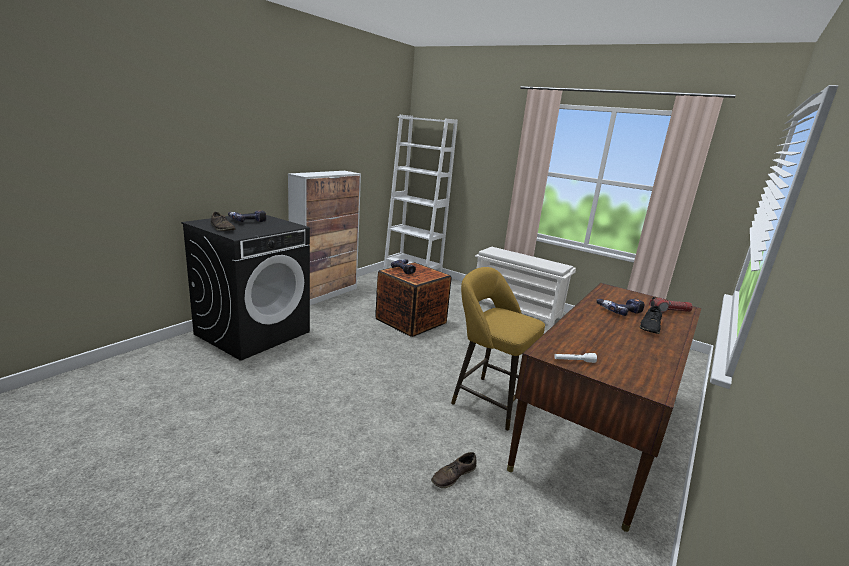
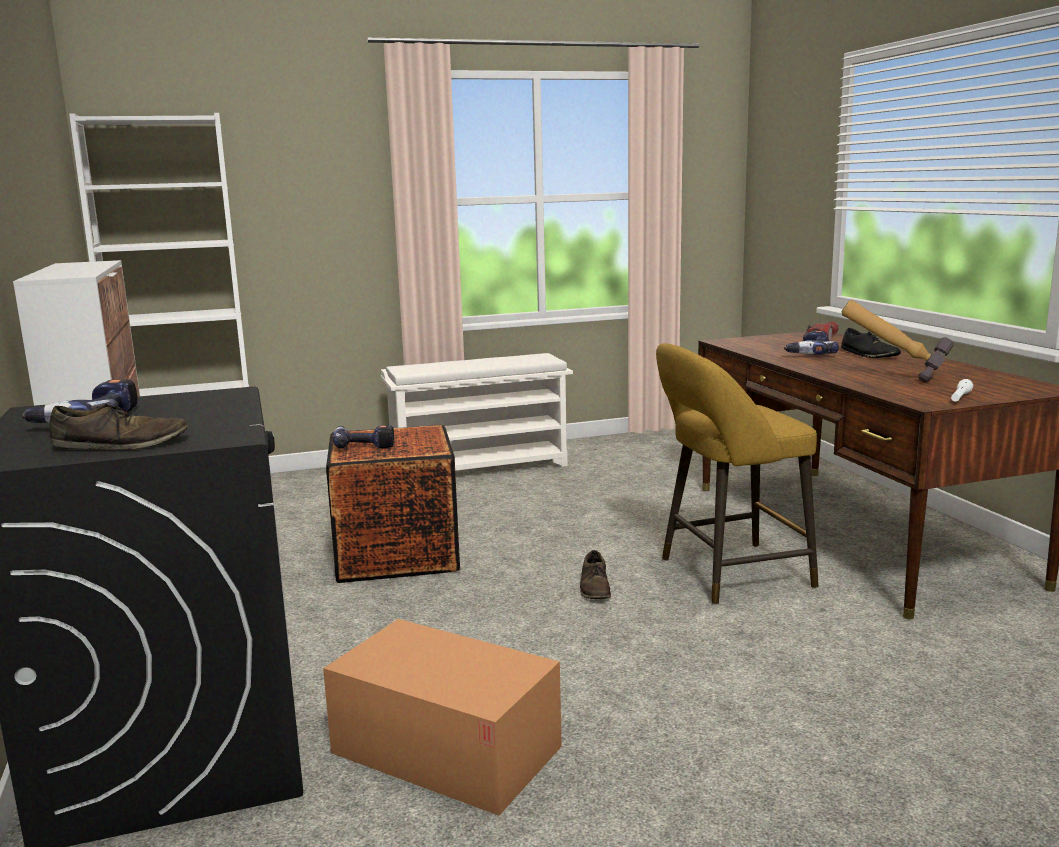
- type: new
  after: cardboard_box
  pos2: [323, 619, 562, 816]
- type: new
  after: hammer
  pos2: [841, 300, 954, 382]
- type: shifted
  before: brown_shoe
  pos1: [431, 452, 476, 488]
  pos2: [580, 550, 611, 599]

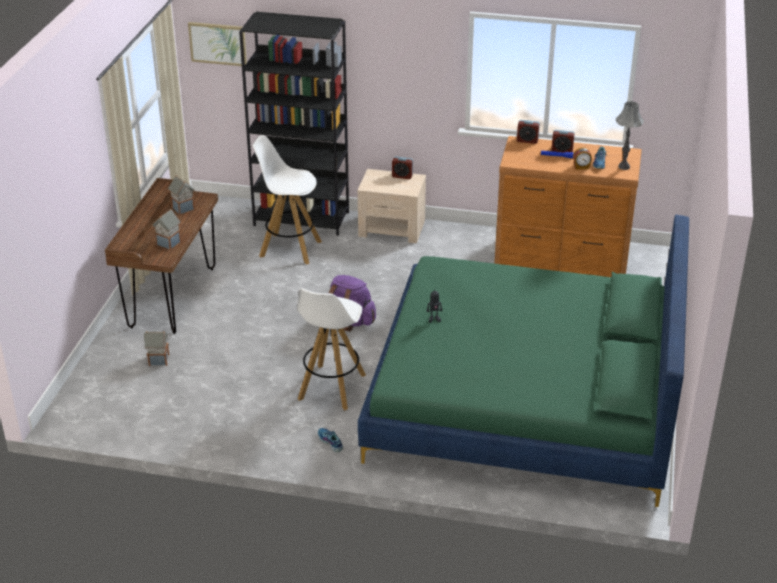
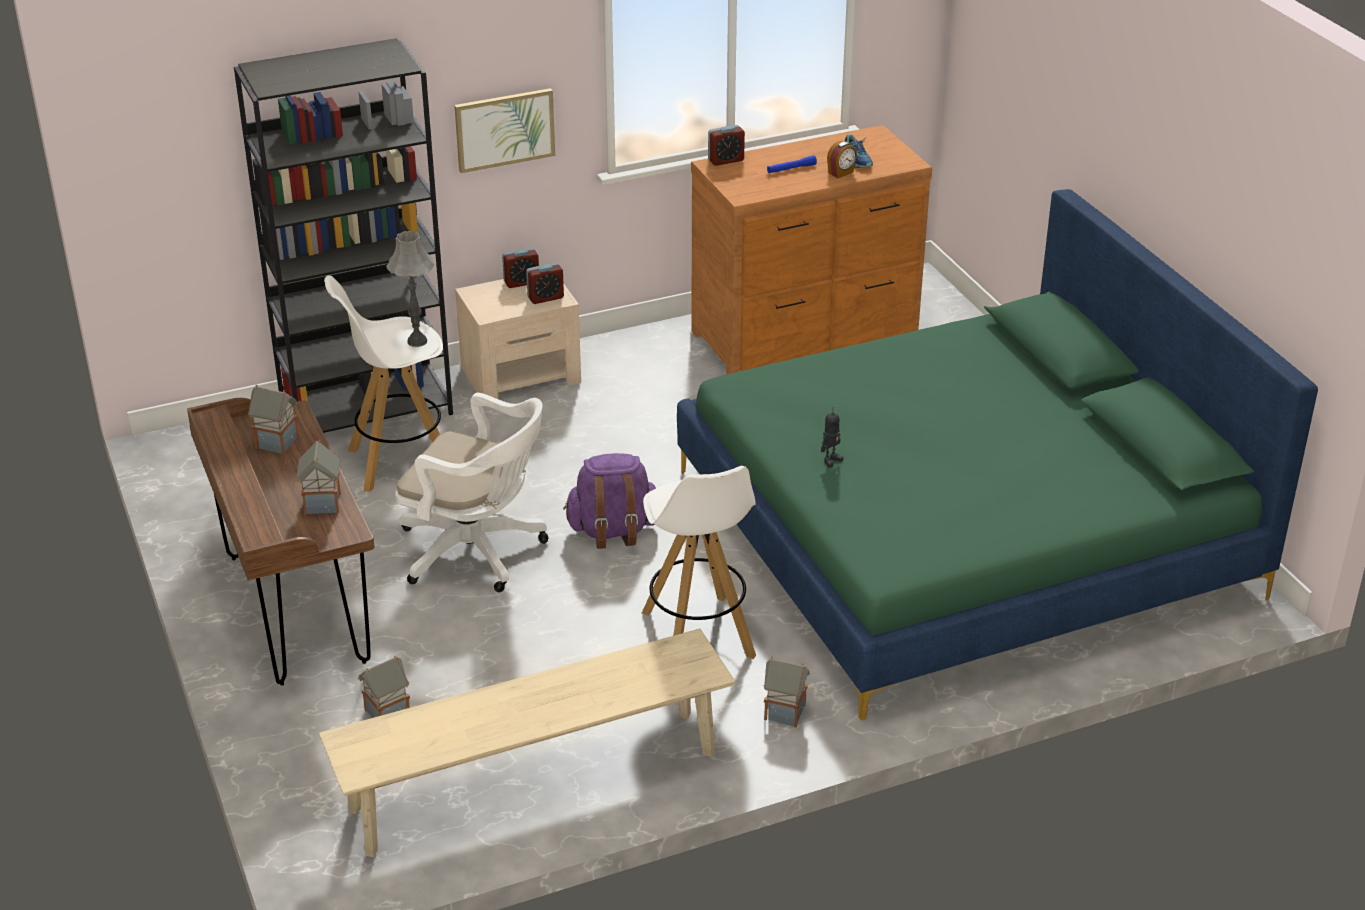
- type: new
  after: beige_bench
  pos2: [319, 629, 735, 857]
- type: new
  after: white_office_chair
  pos2: [395, 393, 549, 592]
- type: shifted
  before: picture
  pos1: [188, 22, 247, 66]
  pos2: [454, 88, 555, 173]
- type: shifted
  before: alarm_clock
  pos1: [551, 130, 575, 152]
  pos2: [526, 263, 564, 304]
- type: shifted
  before: grey_table_lamp
  pos1: [616, 101, 644, 170]
  pos2: [386, 231, 434, 347]
- type: swapped
  before: shoe
  after: toy_house
  pos1: [318, 428, 343, 452]
  pos2: [764, 657, 810, 727]

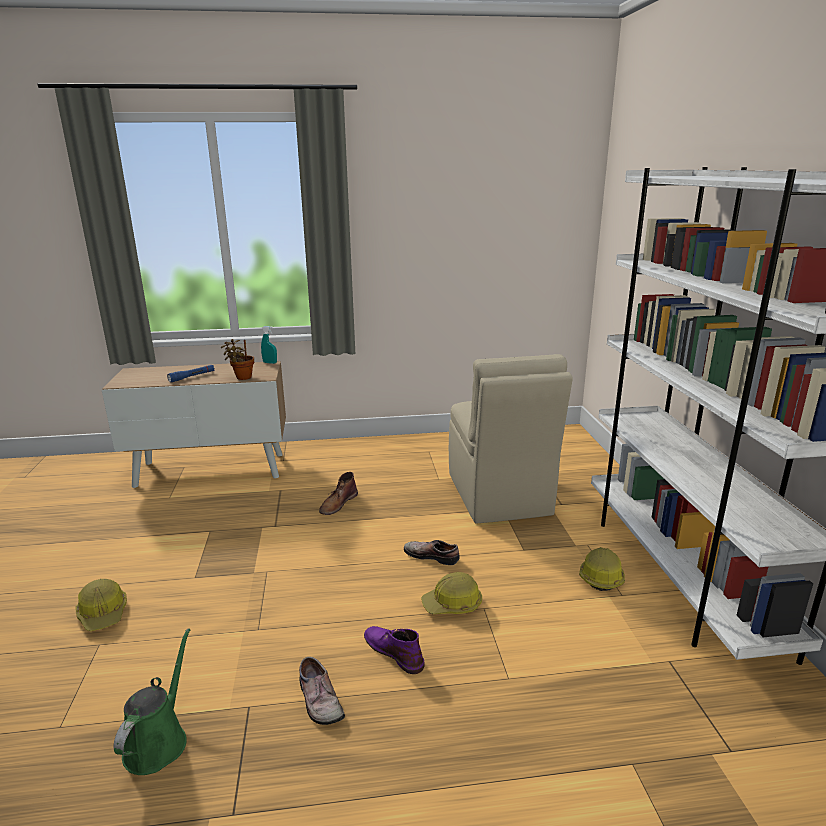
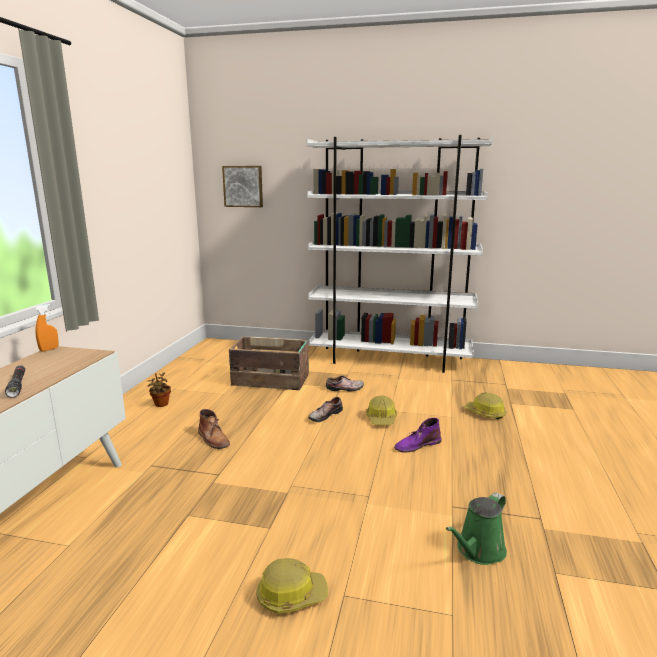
- type: new
  after: picture
  pos2: [222, 166, 263, 207]
- type: shifted
  before: potted_plant
  pos1: [221, 339, 254, 380]
  pos2: [148, 372, 171, 407]
- type: shifted
  before: shoe
  pos1: [299, 657, 345, 725]
  pos2: [326, 375, 364, 391]
- type: shifted
  before: hard_hat
  pos1: [579, 547, 625, 591]
  pos2: [464, 392, 506, 419]
- type: swapped
  before: beige_chair
  after: crate
  pos1: [449, 354, 573, 524]
  pos2: [229, 336, 309, 390]
- type: repainted
  before: blue_flashlight
  after: black_flashlight
  pos1: [167, 365, 215, 382]
  pos2: [5, 366, 25, 398]
- type: repainted
  before: turquoise_spray_bottle
  after: orange_spray_bottle
  pos1: [261, 326, 277, 364]
  pos2: [35, 304, 59, 352]
- type: rotated
  before: green_watering_can
  pos1: [114, 628, 191, 775]
  pos2: [446, 493, 507, 565]
  turn: -75

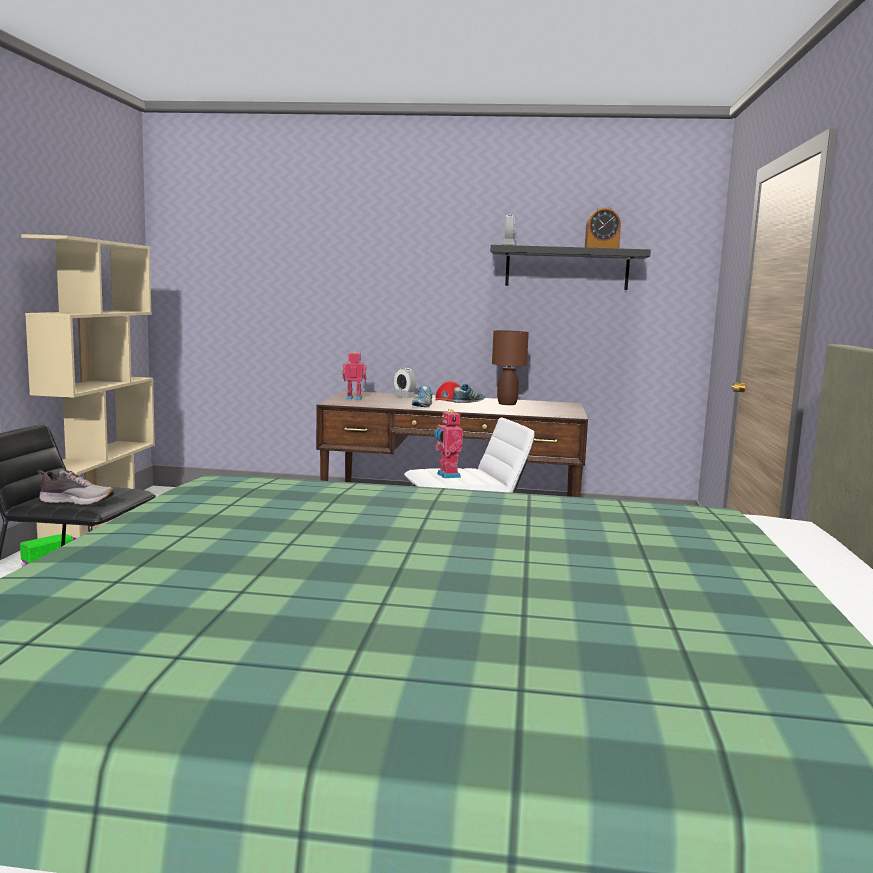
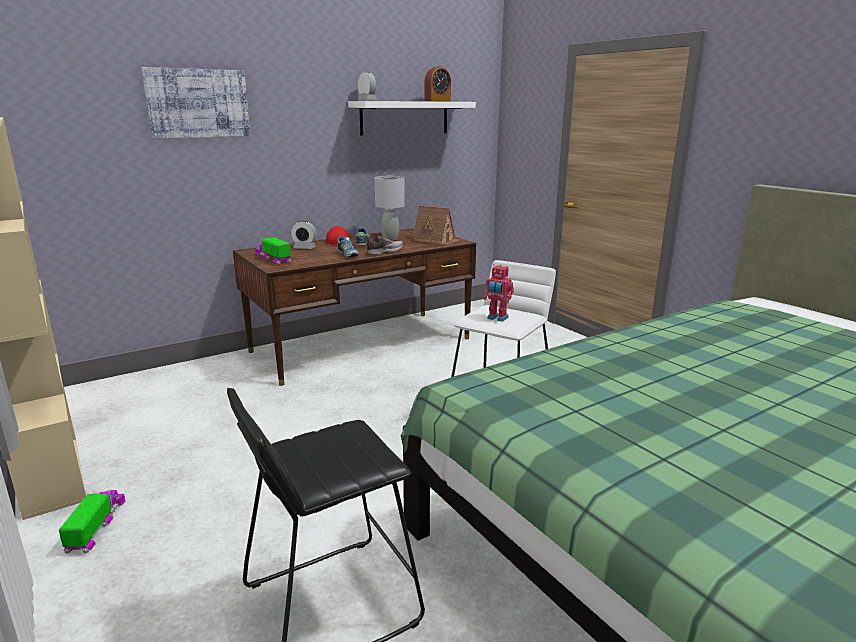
- type: new
  after: picture
  pos2: [141, 67, 250, 138]
- type: new
  after: toy_house
  pos2: [412, 205, 459, 245]
- type: shifted
  before: shoe
  pos1: [38, 469, 114, 505]
  pos2: [365, 236, 403, 255]
- type: swapped
  before: toy_robot
  after: toy_truck
  pos1: [342, 351, 367, 400]
  pos2: [255, 237, 291, 264]
- type: repainted
  before: black_shelf
  after: white_shelf
  pos1: [490, 245, 651, 290]
  pos2: [348, 101, 476, 136]
- type: repainted
  before: brown_table_lamp
  after: grey_table_lamp
  pos1: [492, 330, 529, 405]
  pos2: [375, 176, 405, 241]

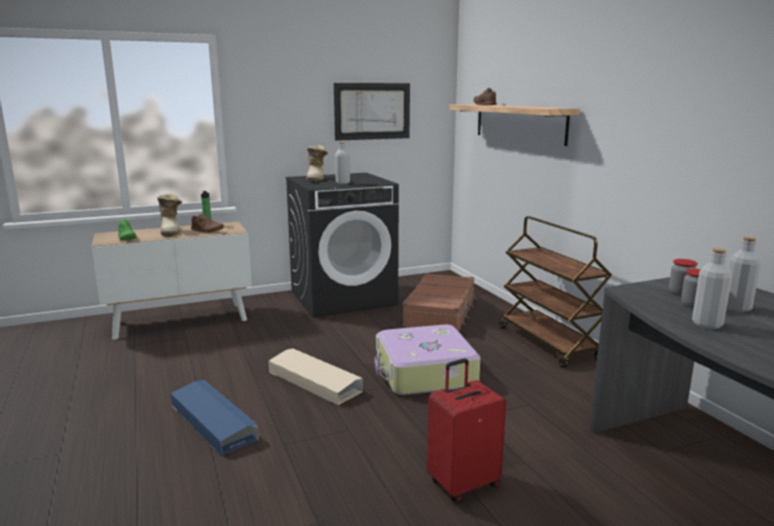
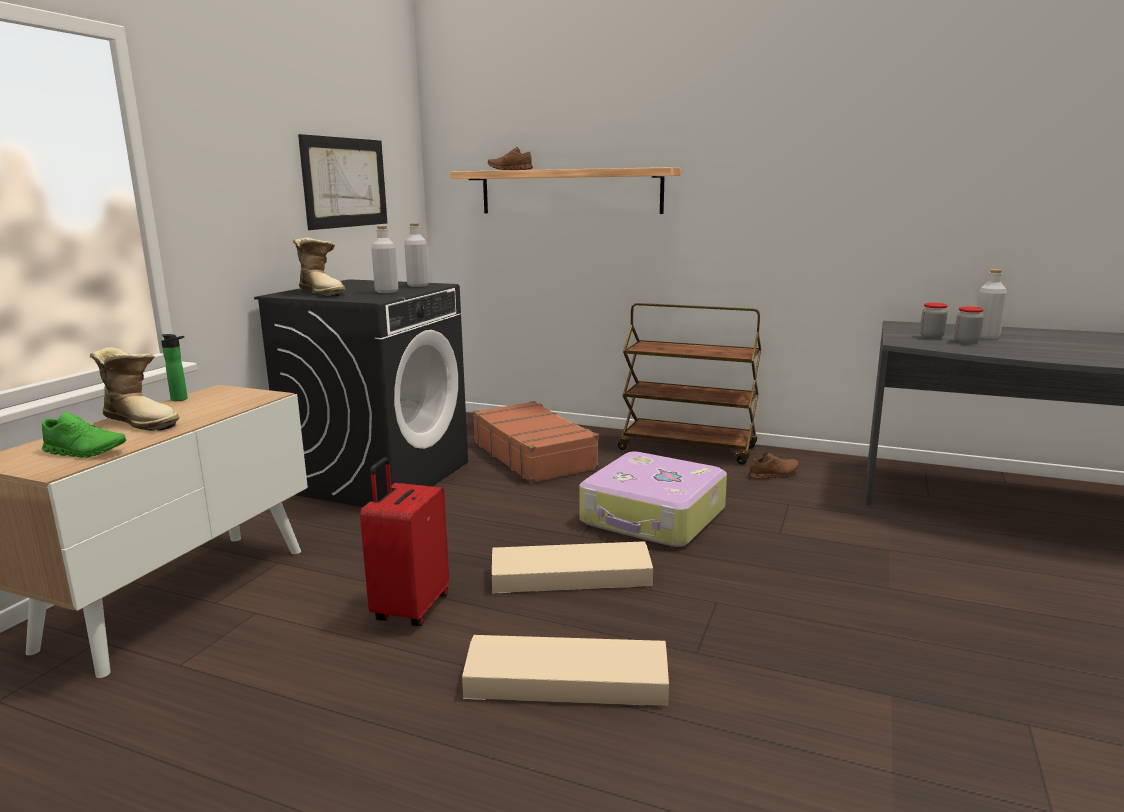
- type: shifted
  before: brown_shoe
  pos1: [191, 213, 224, 233]
  pos2: [748, 453, 799, 479]
- type: shifted
  before: red_suitcase
  pos1: [427, 358, 506, 503]
  pos2: [360, 457, 449, 626]
- type: shifted
  before: grey_bottle
  pos1: [692, 248, 732, 329]
  pos2: [404, 223, 429, 287]
- type: repainted
  before: blue_storage_box
  after: beige_storage_box
  pos1: [171, 380, 259, 455]
  pos2: [462, 635, 669, 706]

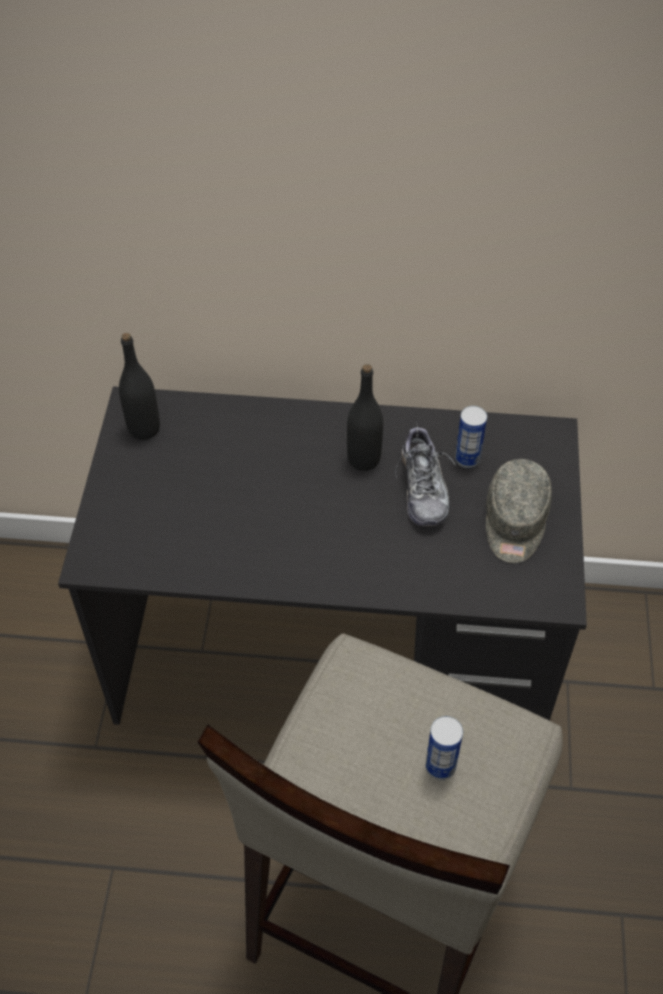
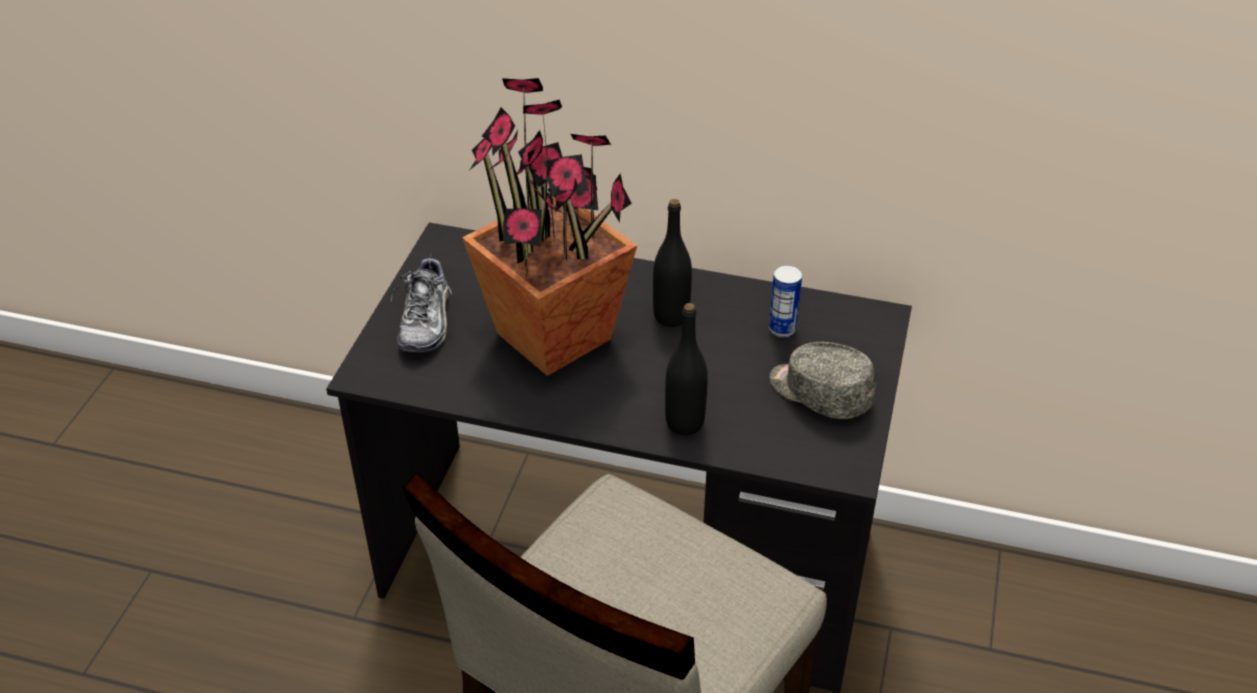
- type: gone
  before: can
  pos1: [425, 716, 463, 780]
- type: new
  after: potted_plant
  pos2: [462, 78, 637, 376]
- type: shifted
  before: black_bottle
  pos1: [119, 333, 160, 440]
  pos2: [665, 303, 708, 435]
- type: shifted
  before: shoe
  pos1: [395, 421, 456, 526]
  pos2: [391, 254, 452, 352]
- type: rotated
  before: grey_cap
  pos1: [486, 459, 552, 563]
  pos2: [770, 342, 875, 419]
  turn: 105

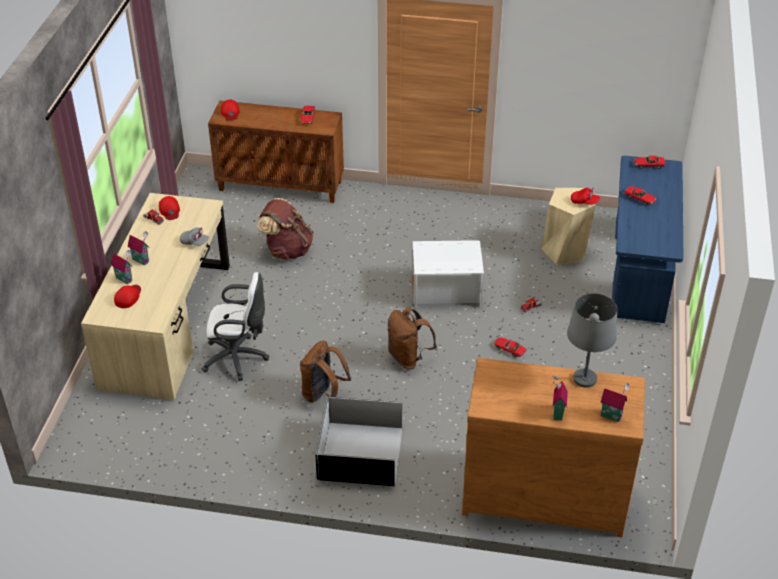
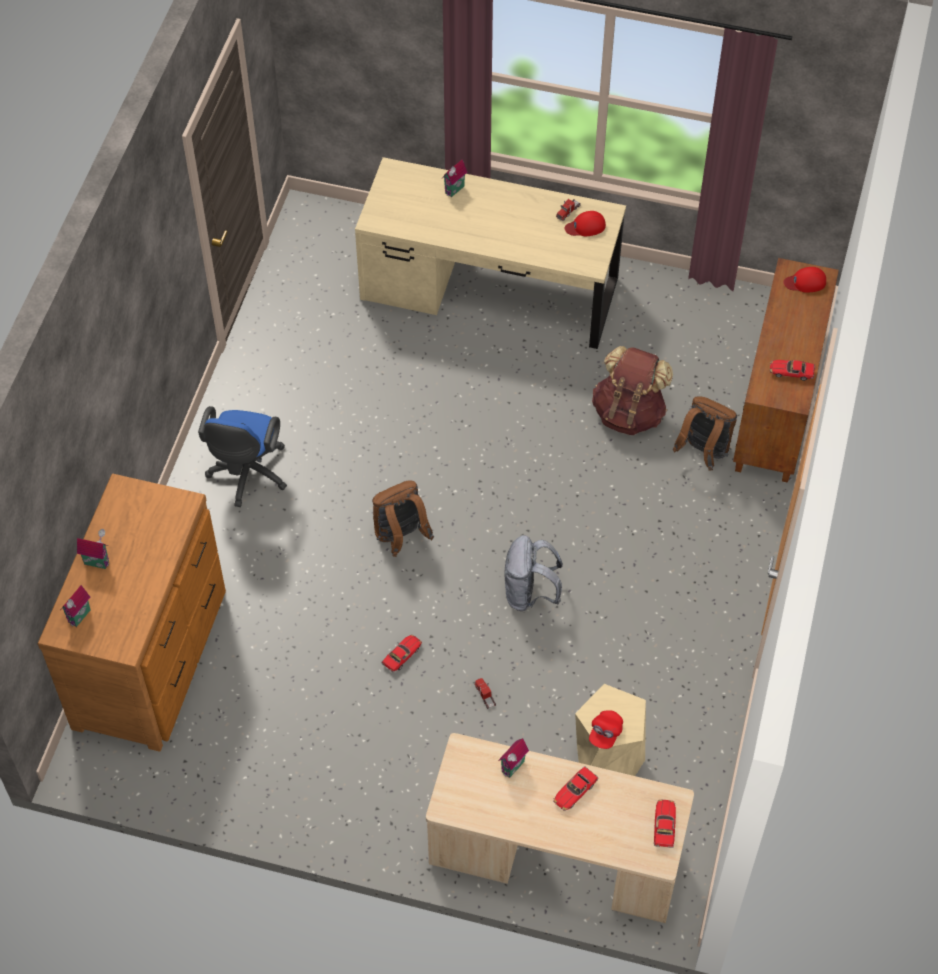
- type: gone
  before: red_cap
  pos1: [114, 285, 141, 308]
- type: gone
  before: grey_cap
  pos1: [180, 227, 209, 246]
- type: gone
  before: white_office_chair
  pos1: [202, 272, 269, 381]
- type: gone
  before: grey_table_lamp
  pos1: [567, 293, 617, 388]
- type: shifted
  before: toy_house
  pos1: [128, 231, 149, 265]
  pos2: [498, 738, 529, 778]
- type: shifted
  before: brown_backpack
  pos1: [300, 340, 351, 402]
  pos2: [673, 396, 737, 471]
- type: swapped
  before: black_storage_box
  after: blue_office_chair
  pos1: [315, 396, 403, 486]
  pos2: [198, 406, 287, 507]
- type: swapped
  before: white_storage_box
  after: grey_backpack
  pos1: [412, 240, 484, 308]
  pos2: [504, 535, 563, 611]
- type: repainted
  before: blue_desk
  after: beige_desk
  pos1: [612, 156, 683, 323]
  pos2: [426, 733, 694, 923]

